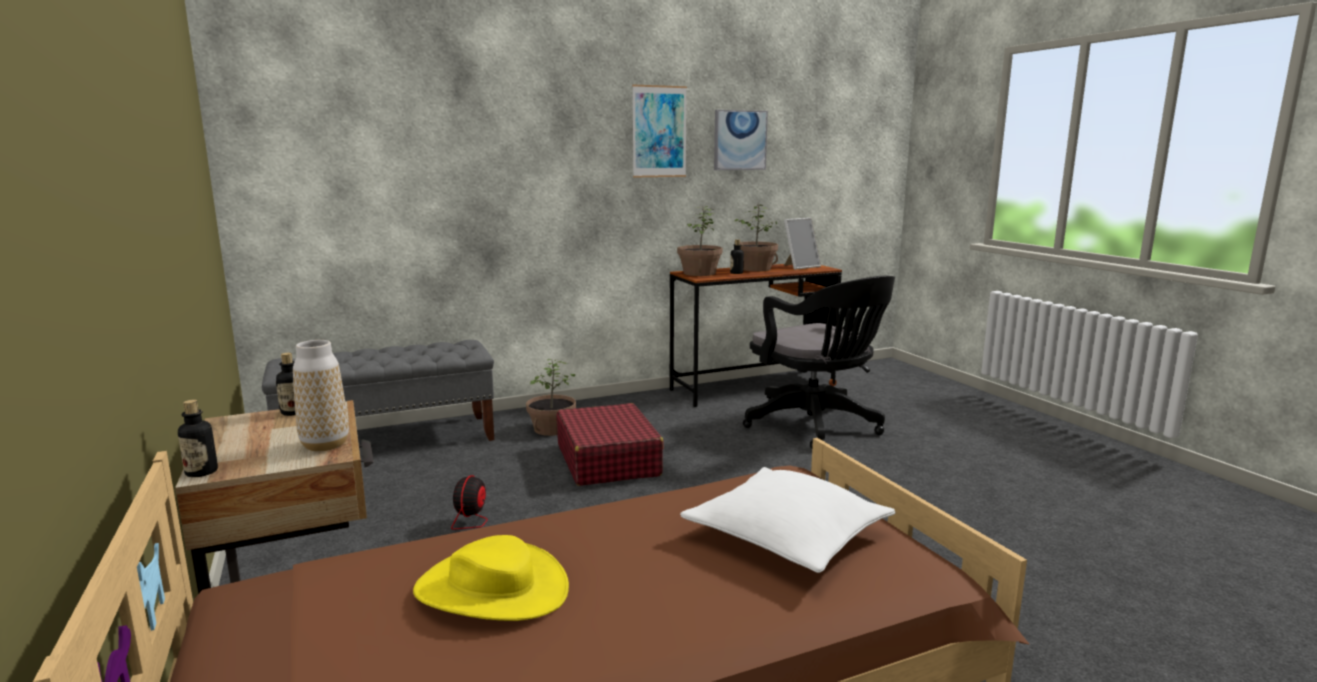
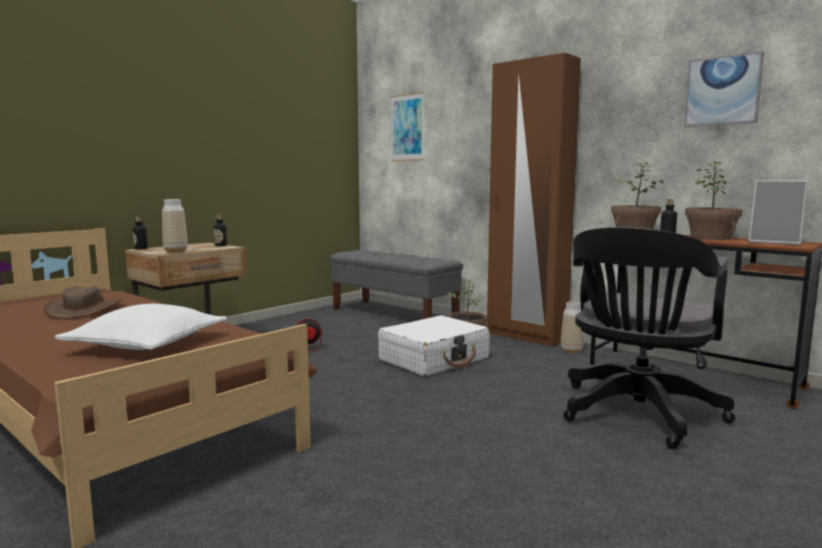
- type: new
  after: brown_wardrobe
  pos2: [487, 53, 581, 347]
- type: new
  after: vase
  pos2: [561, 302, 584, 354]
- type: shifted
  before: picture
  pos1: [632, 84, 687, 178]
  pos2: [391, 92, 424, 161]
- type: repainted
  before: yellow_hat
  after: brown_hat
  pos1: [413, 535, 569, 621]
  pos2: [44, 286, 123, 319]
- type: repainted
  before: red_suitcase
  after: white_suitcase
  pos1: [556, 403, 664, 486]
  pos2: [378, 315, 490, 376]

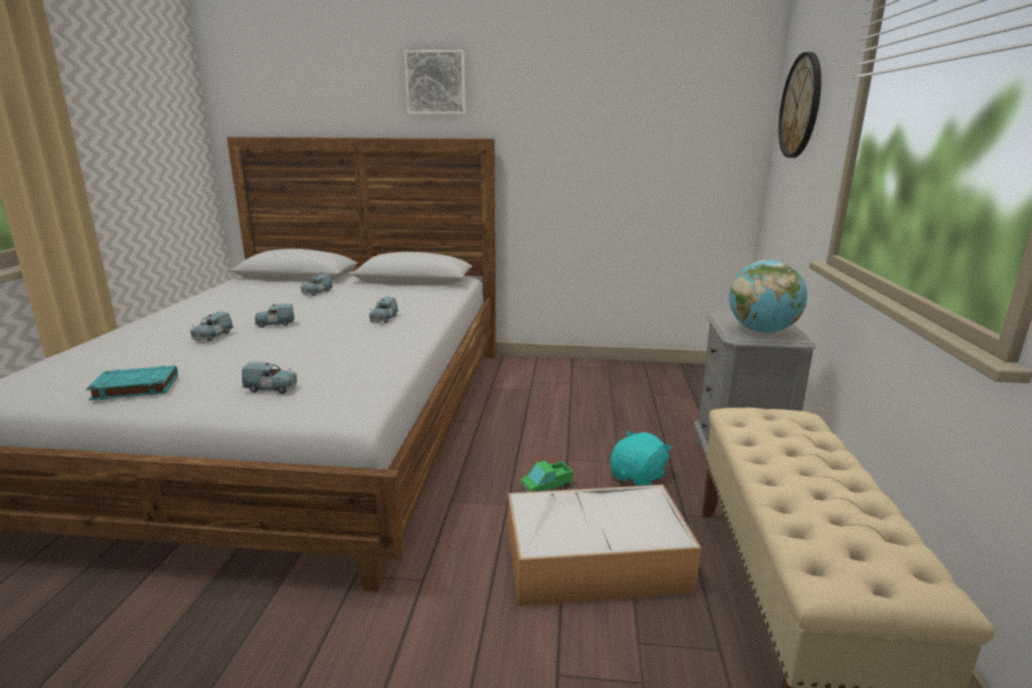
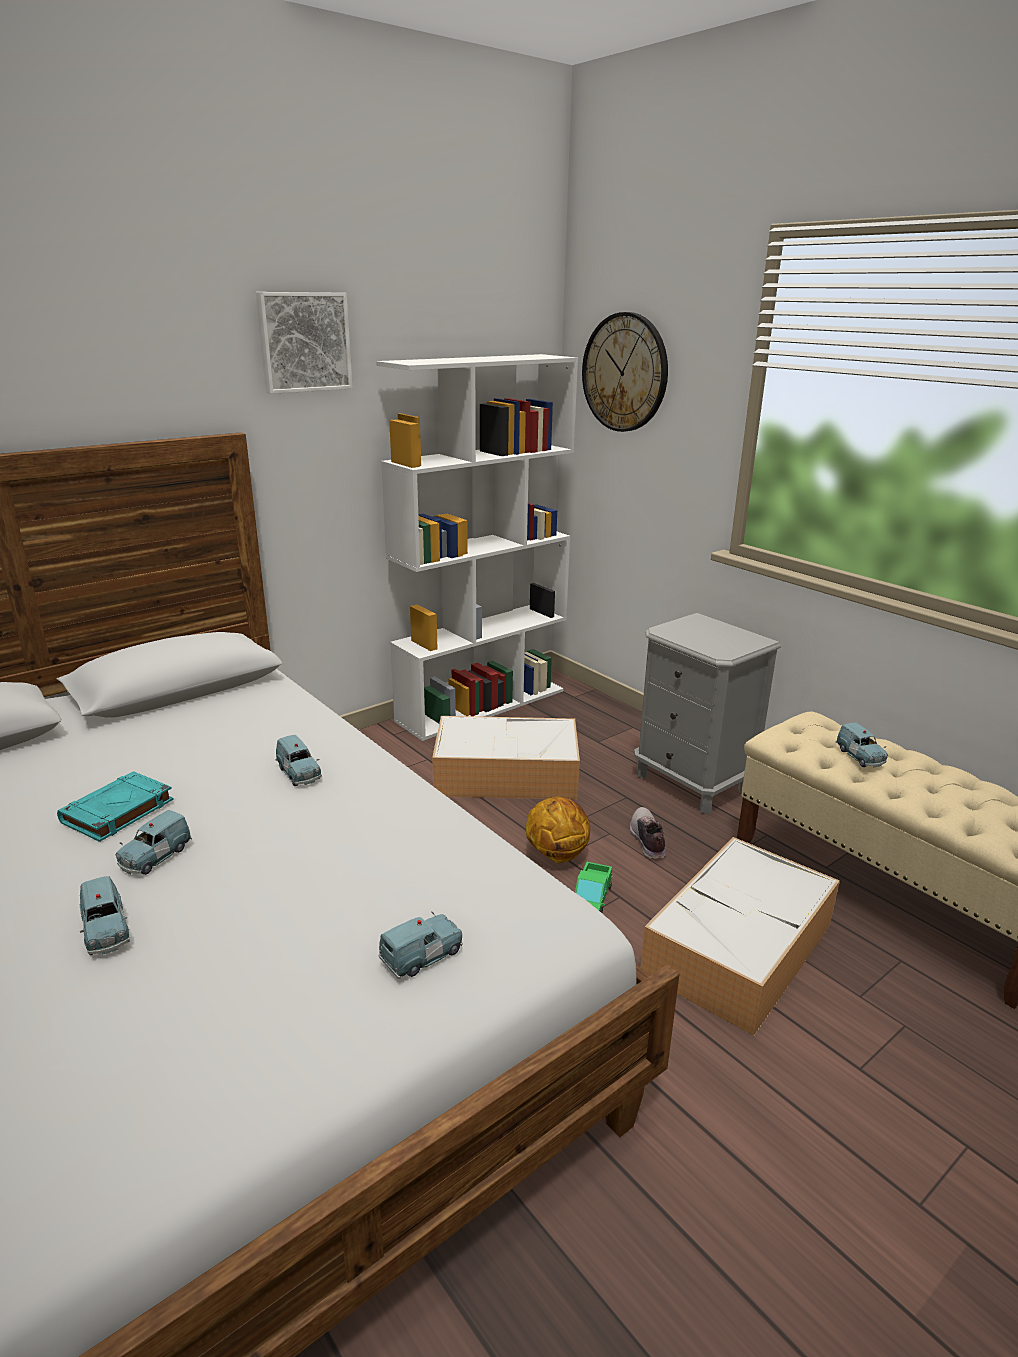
- type: gone
  before: globe
  pos1: [729, 260, 807, 333]
- type: new
  after: white_bookcase
  pos2: [376, 354, 578, 741]
- type: new
  after: storage_box
  pos2: [432, 716, 580, 800]
- type: new
  after: basketball
  pos2: [526, 796, 590, 863]
- type: shifted
  before: turquoise_book
  pos1: [86, 365, 178, 400]
  pos2: [57, 771, 174, 842]
- type: shifted
  before: blue_toy_car
  pos1: [301, 274, 333, 296]
  pos2: [835, 722, 888, 767]
- type: shifted
  before: picture
  pos1: [404, 50, 466, 114]
  pos2: [256, 292, 353, 394]
- type: swapped
  before: turquoise_plush_toy
  after: shoe
  pos1: [610, 431, 672, 486]
  pos2: [630, 807, 666, 859]

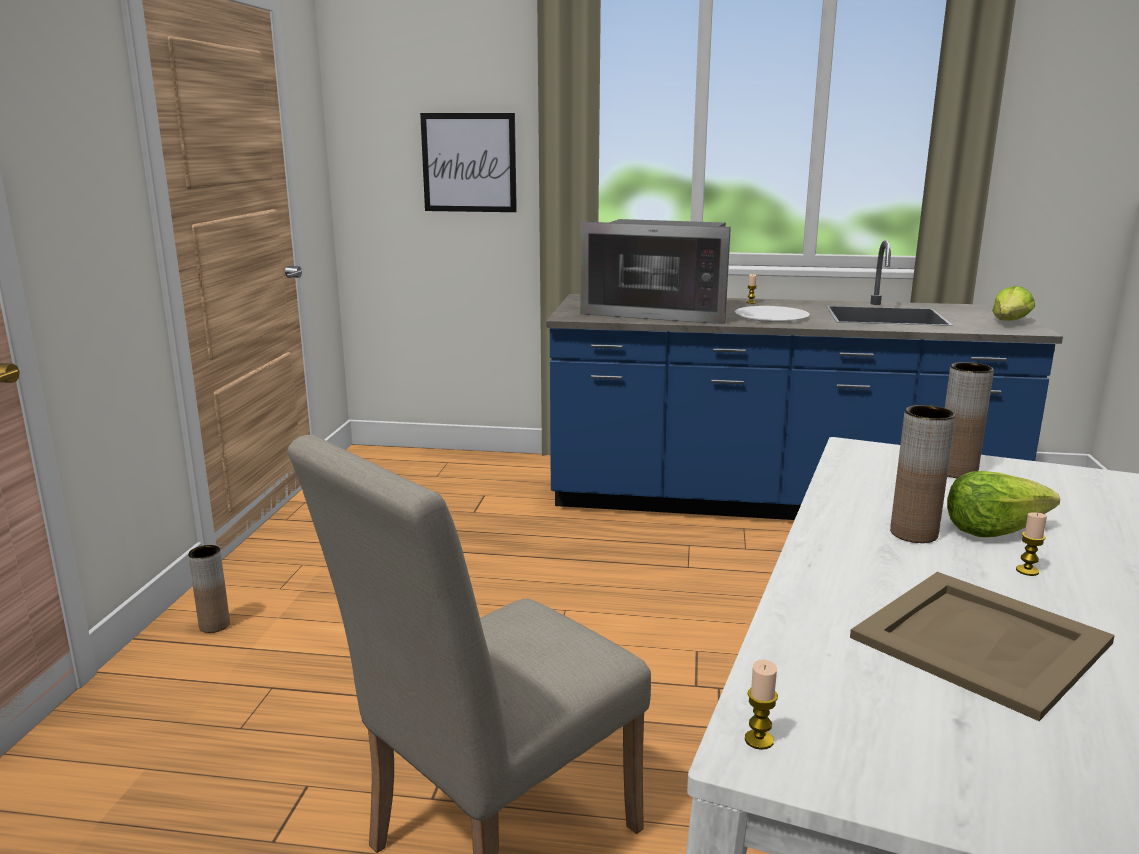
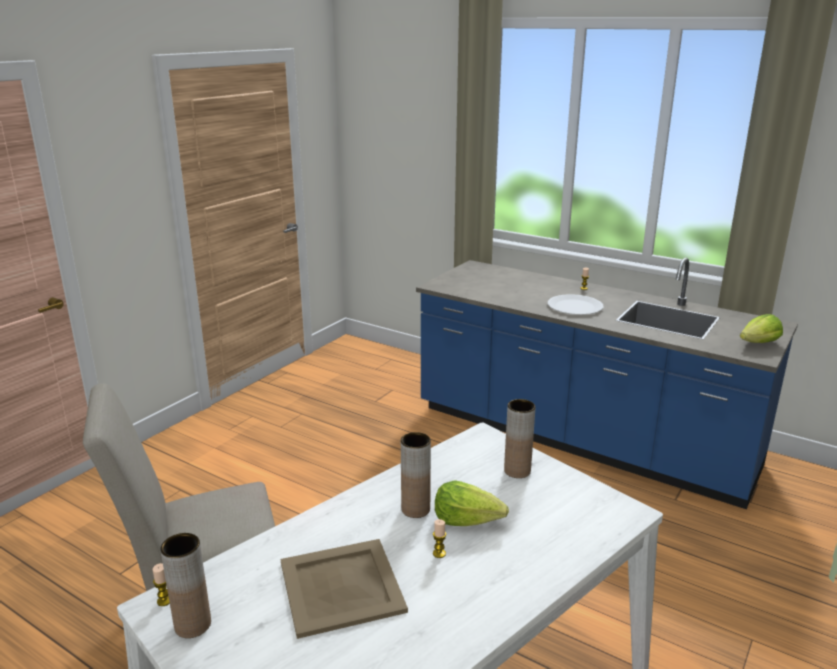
- type: gone
  before: picture
  pos1: [420, 113, 517, 212]
- type: gone
  before: microwave
  pos1: [580, 219, 731, 324]
- type: shifted
  before: brown_vase
  pos1: [188, 545, 230, 633]
  pos2: [160, 533, 211, 638]

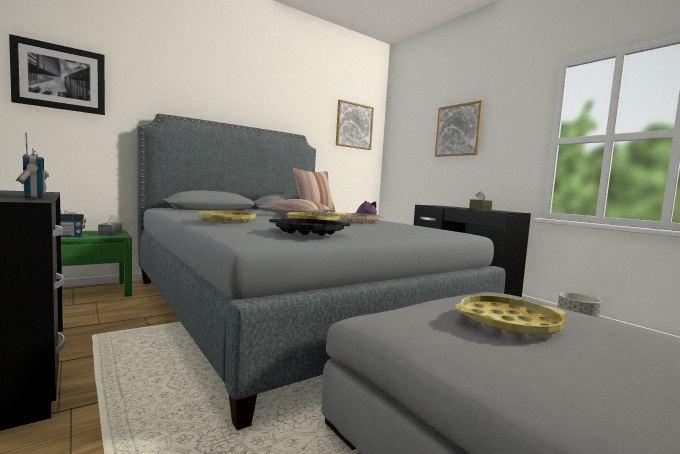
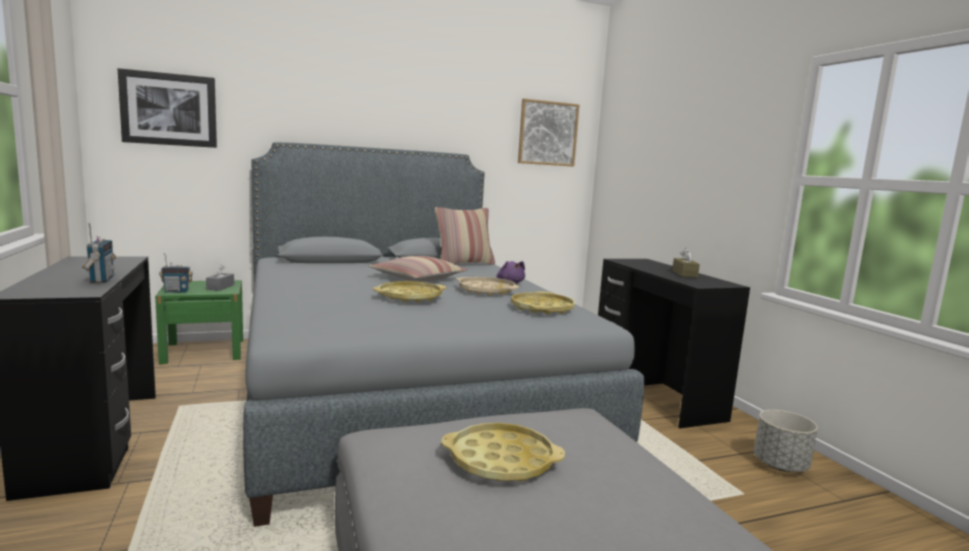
- type: gone
  before: black_tray
  pos1: [269, 218, 350, 236]
- type: gone
  before: picture
  pos1: [435, 100, 483, 157]
- type: shifted
  before: yellow_tray
  pos1: [198, 211, 256, 223]
  pos2: [511, 291, 575, 314]

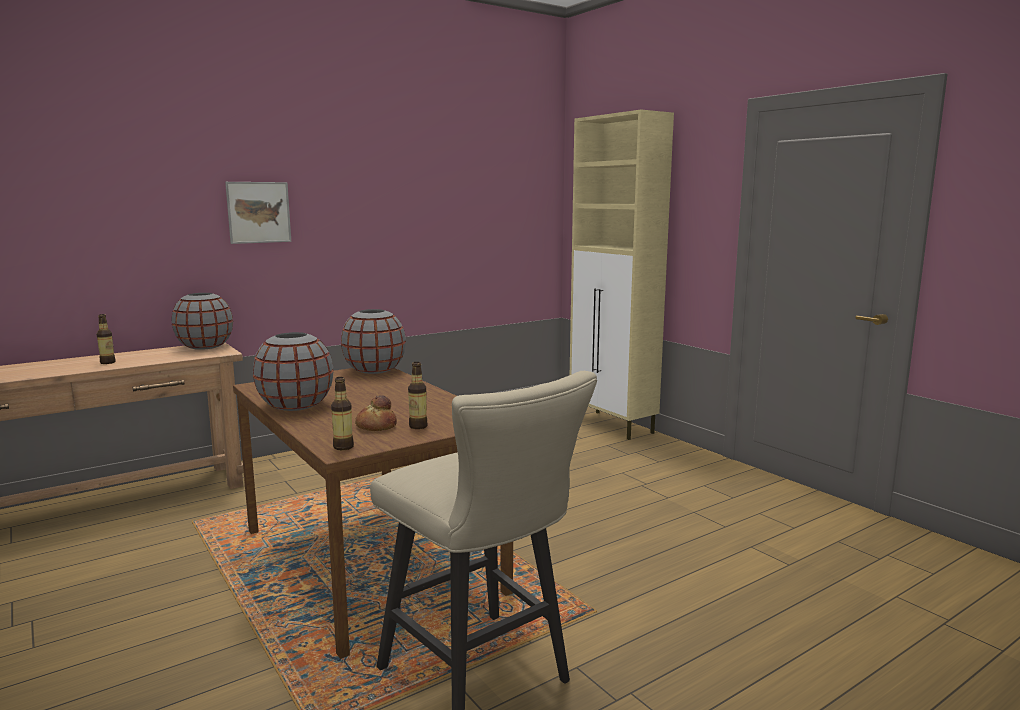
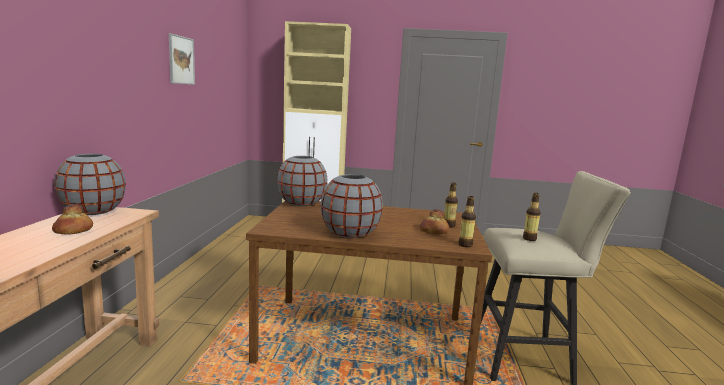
- type: new
  after: bread
  pos2: [52, 204, 93, 235]
- type: shifted
  before: bottle
  pos1: [97, 314, 116, 364]
  pos2: [523, 193, 541, 241]
- type: shifted
  before: picture
  pos1: [225, 182, 291, 244]
  pos2: [169, 33, 195, 85]

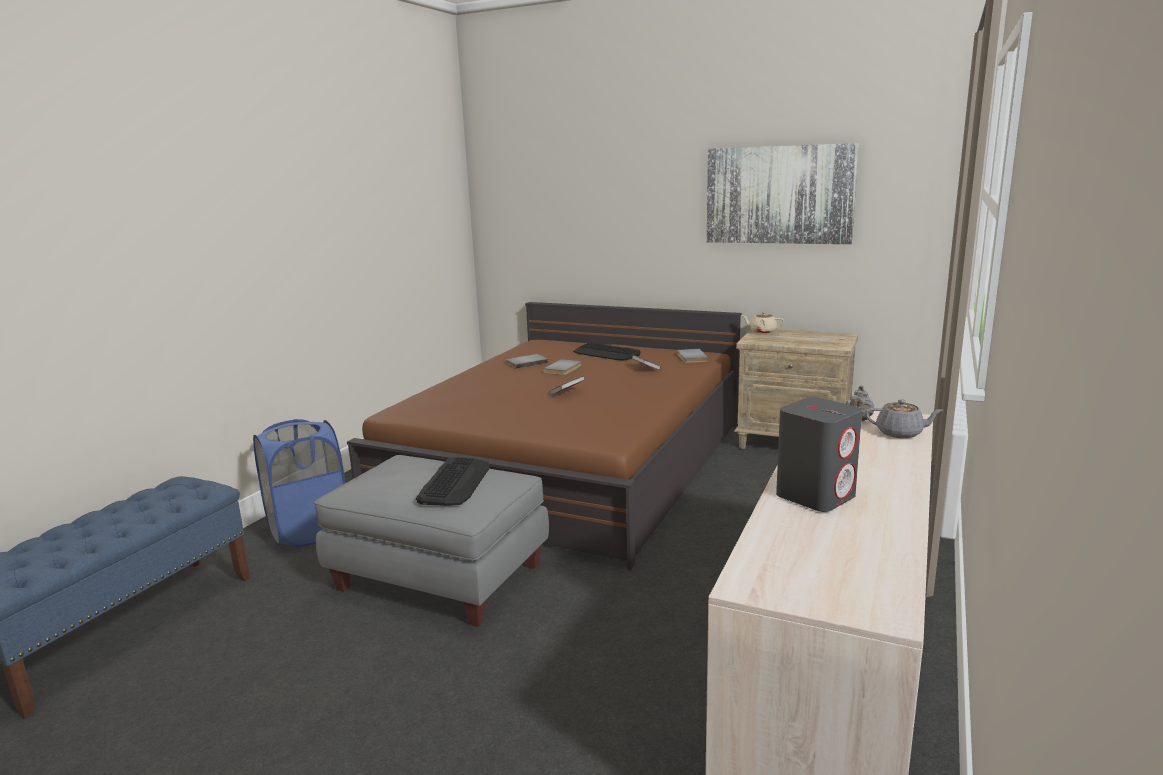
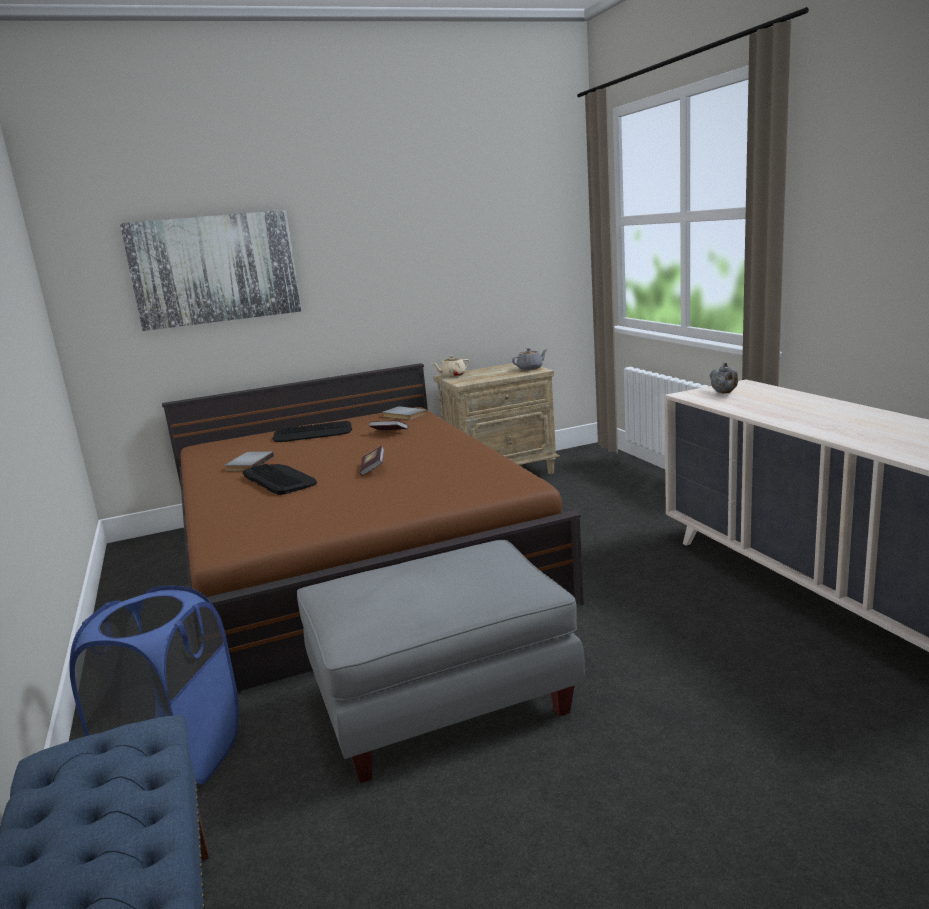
- type: gone
  before: grey_book
  pos1: [543, 359, 582, 375]
- type: gone
  before: grey_speaker
  pos1: [776, 397, 862, 512]
- type: shifted
  before: keyboard
  pos1: [416, 457, 489, 506]
  pos2: [243, 464, 317, 495]
- type: shifted
  before: picture
  pos1: [707, 143, 859, 244]
  pos2: [120, 210, 301, 331]
- type: shifted
  before: grey_teapot
  pos1: [865, 399, 943, 438]
  pos2: [512, 348, 548, 370]

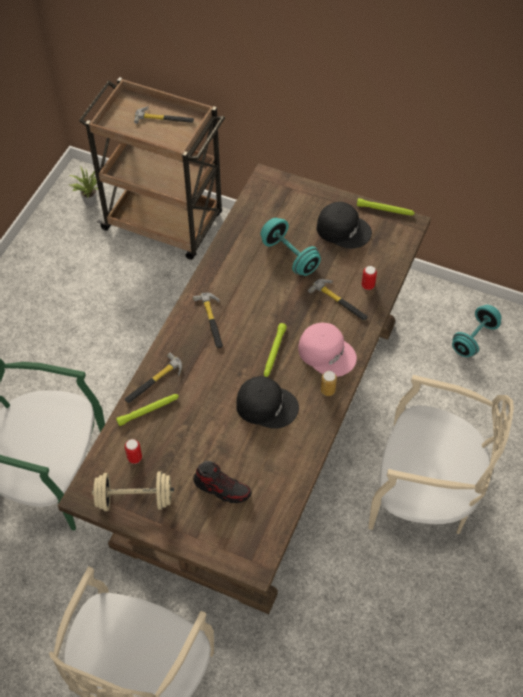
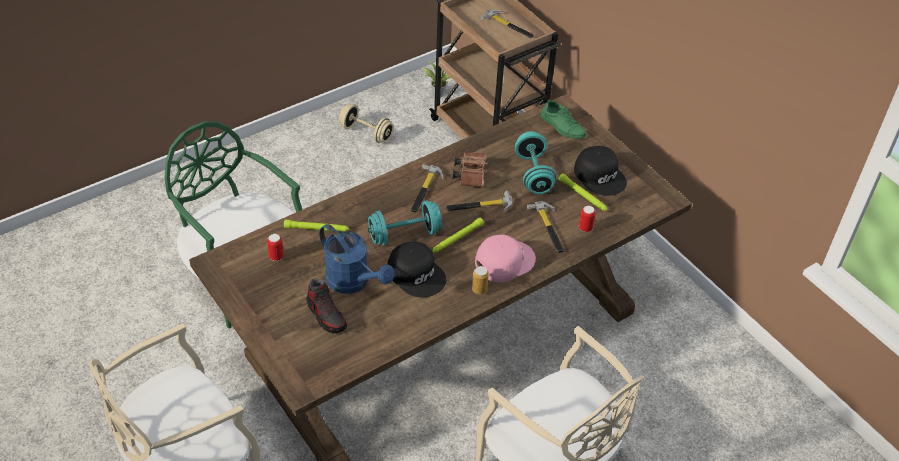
- type: new
  after: blue_watering_can
  pos2: [319, 224, 394, 294]
- type: new
  after: brown_binoculars
  pos2: [453, 152, 488, 188]
- type: new
  after: green_shoe
  pos2: [541, 99, 586, 139]
- type: shifted
  before: beige_dumbbell
  pos1: [92, 471, 174, 511]
  pos2: [339, 104, 393, 143]
- type: shifted
  before: hammer
  pos1: [124, 352, 182, 403]
  pos2: [446, 191, 513, 213]
- type: shifted
  before: green_flashlight
  pos1: [357, 198, 415, 215]
  pos2: [558, 173, 608, 211]
- type: shifted
  before: turquoise_dumbbell
  pos1: [452, 305, 501, 357]
  pos2: [368, 200, 442, 246]
- type: rotated
  before: pink_cap
  pos1: [298, 323, 357, 377]
  pos2: [475, 235, 536, 282]
  turn: -105

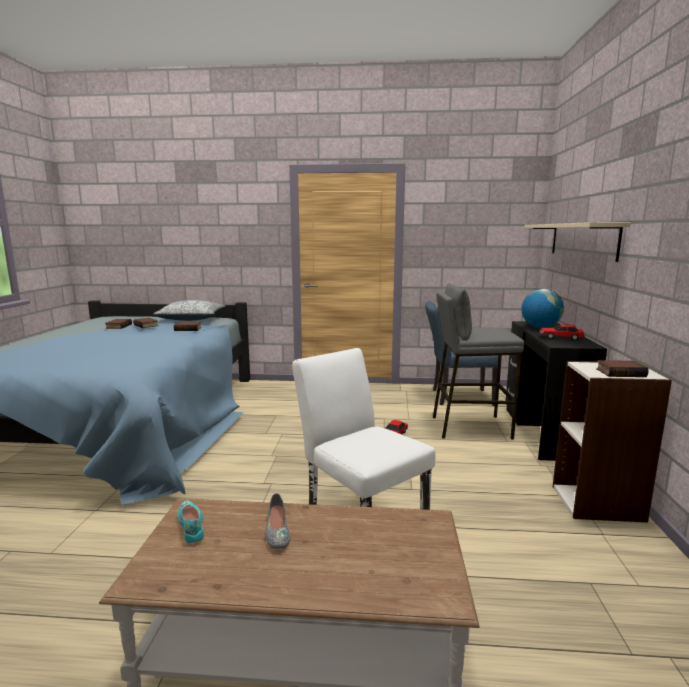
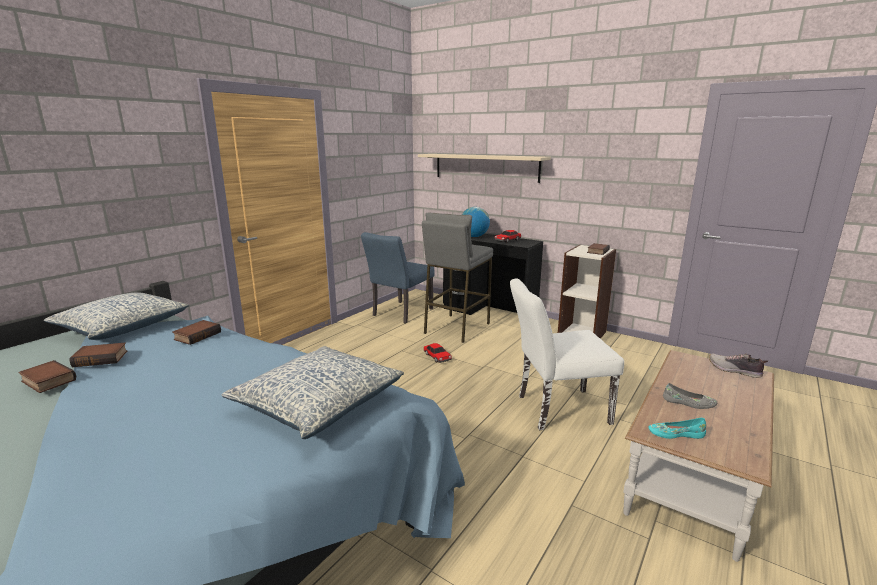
- type: new
  after: pillow
  pos2: [222, 346, 404, 439]
- type: new
  after: shoe
  pos2: [709, 353, 768, 378]

